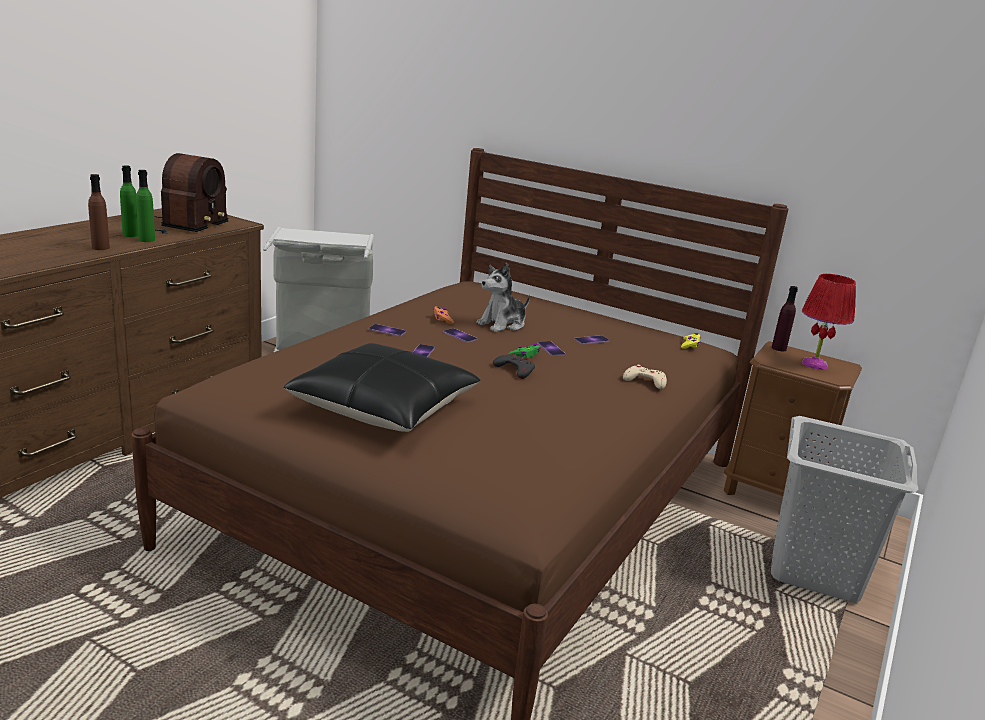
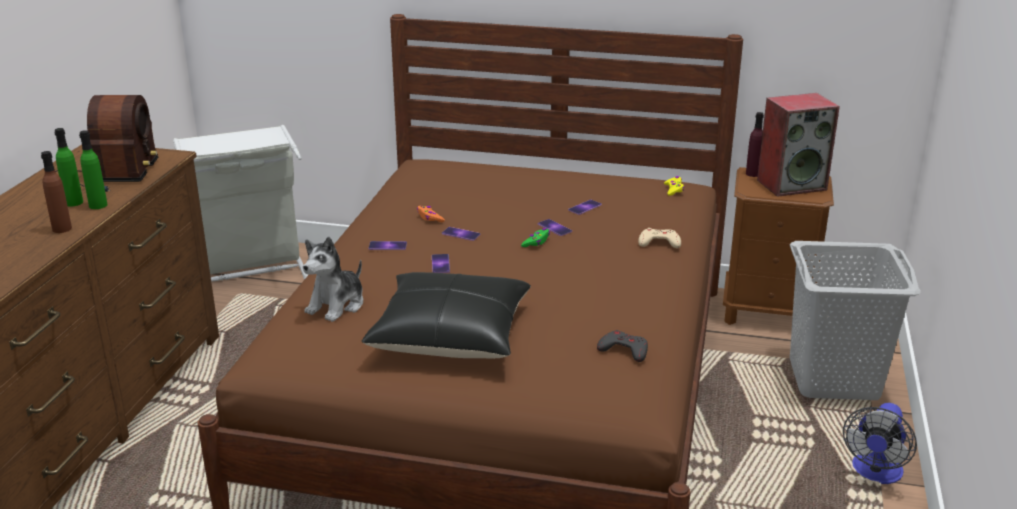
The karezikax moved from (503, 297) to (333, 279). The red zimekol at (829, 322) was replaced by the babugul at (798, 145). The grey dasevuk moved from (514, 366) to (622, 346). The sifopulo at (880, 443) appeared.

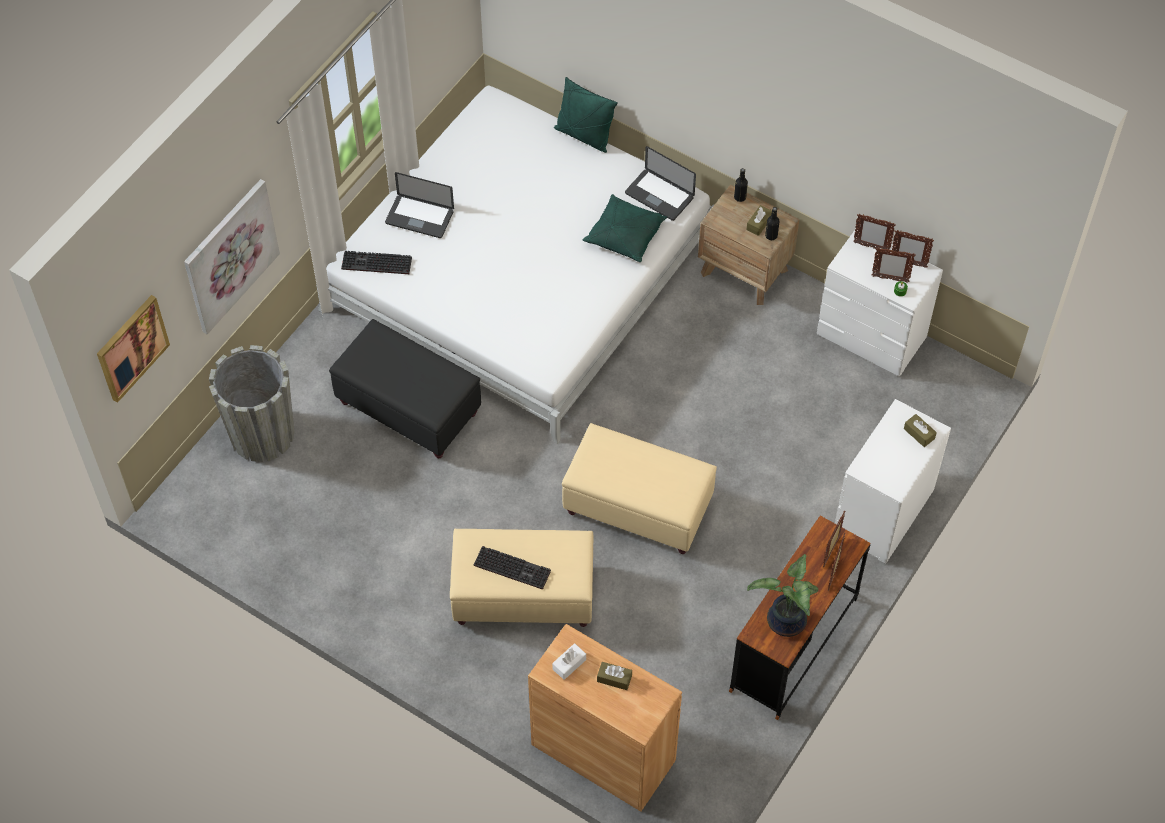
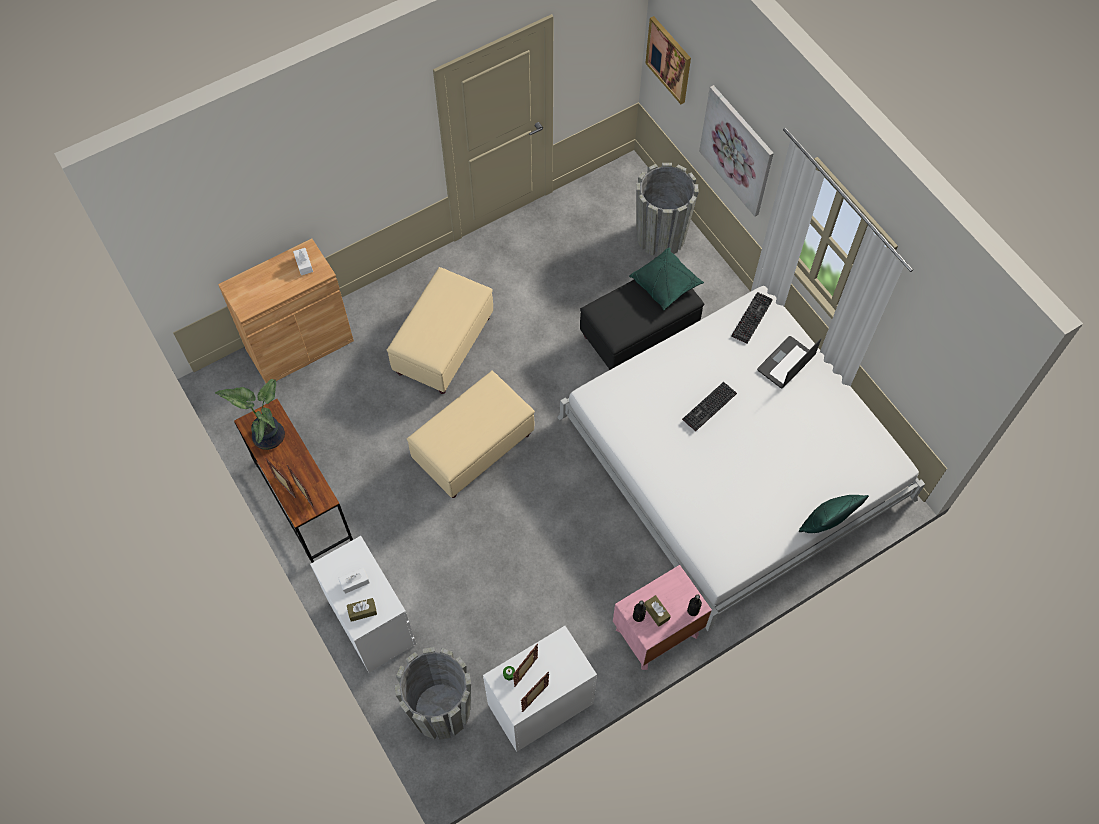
The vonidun at (660, 183) disappeared. The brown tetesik at (748, 245) became the pink tetesik at (662, 617). The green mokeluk moved from (625, 228) to (666, 279). The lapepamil at (874, 231) disappeared. The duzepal moved from (512, 568) to (709, 406). The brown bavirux at (614, 676) disappeared. The white bavirux at (354, 581) appeared. The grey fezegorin at (432, 693) appeared.

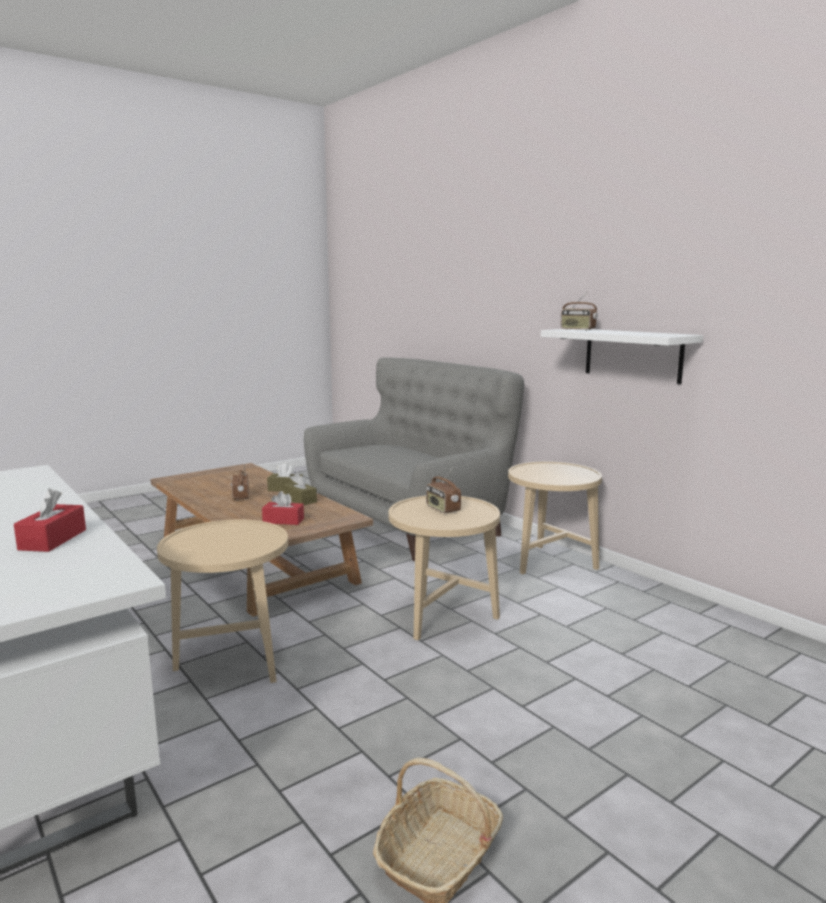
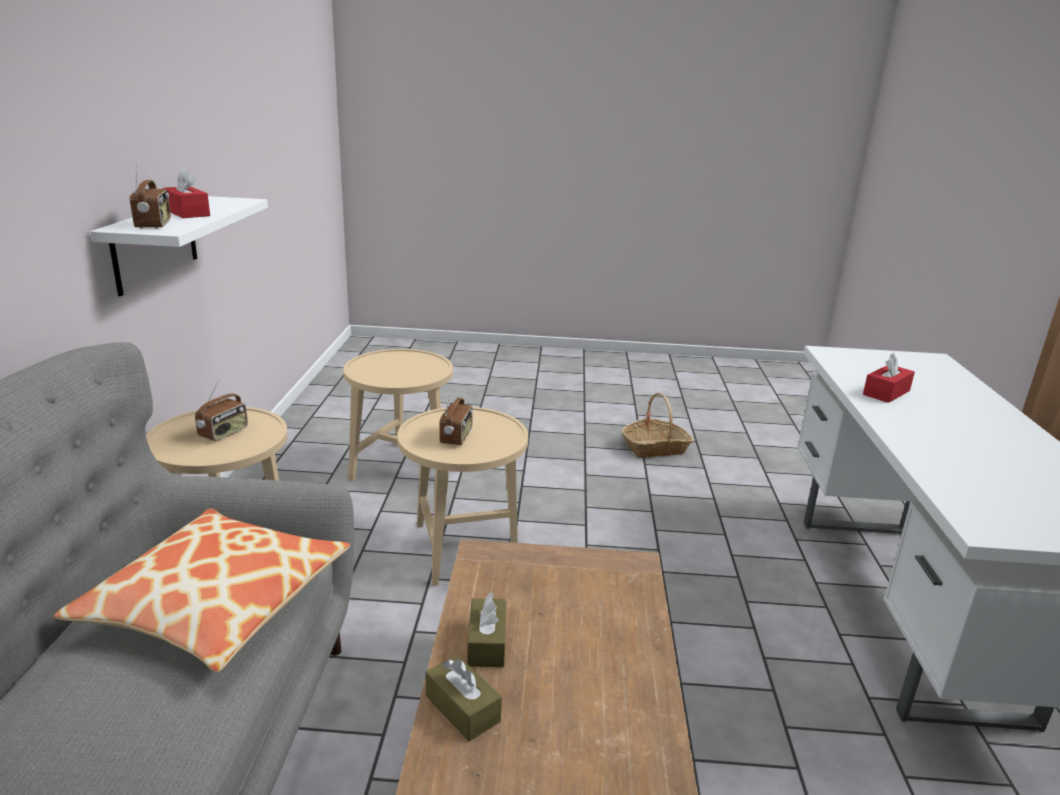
The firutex moved from (240, 482) to (221, 410). The red bavirux moved from (283, 508) to (186, 193). The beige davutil moved from (222, 601) to (398, 415). The mokeluk at (202, 590) appeared.

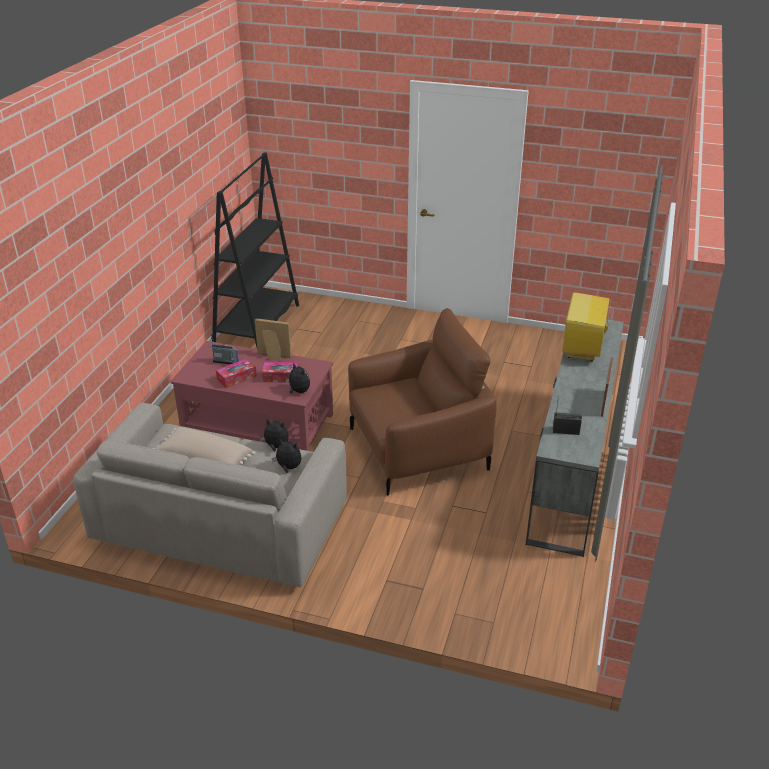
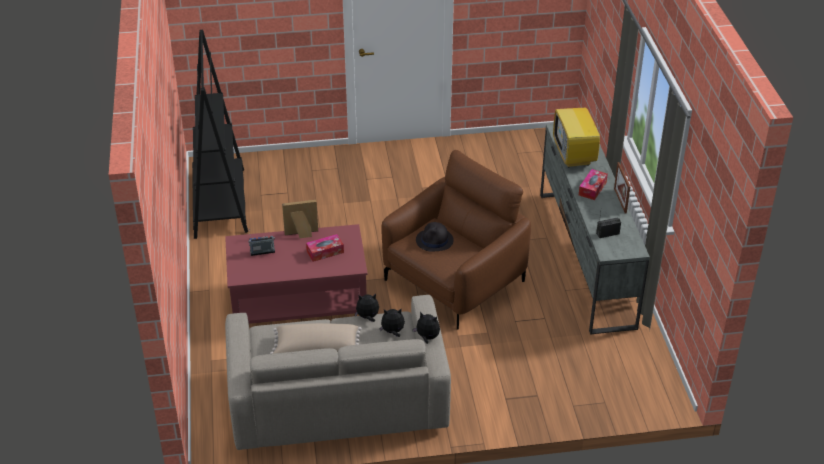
The bavirux moved from (236, 373) to (593, 184). The karezikax moved from (298, 379) to (426, 328). The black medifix at (435, 236) appeared.

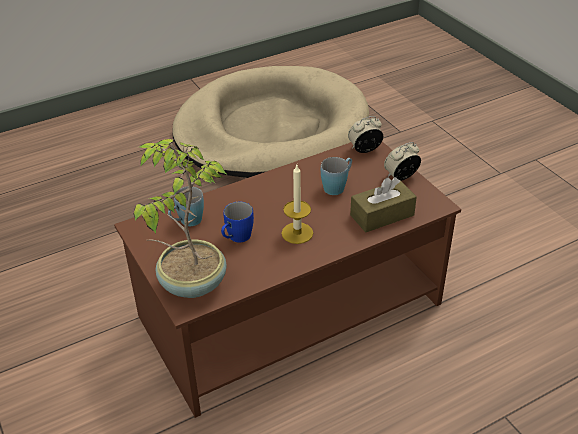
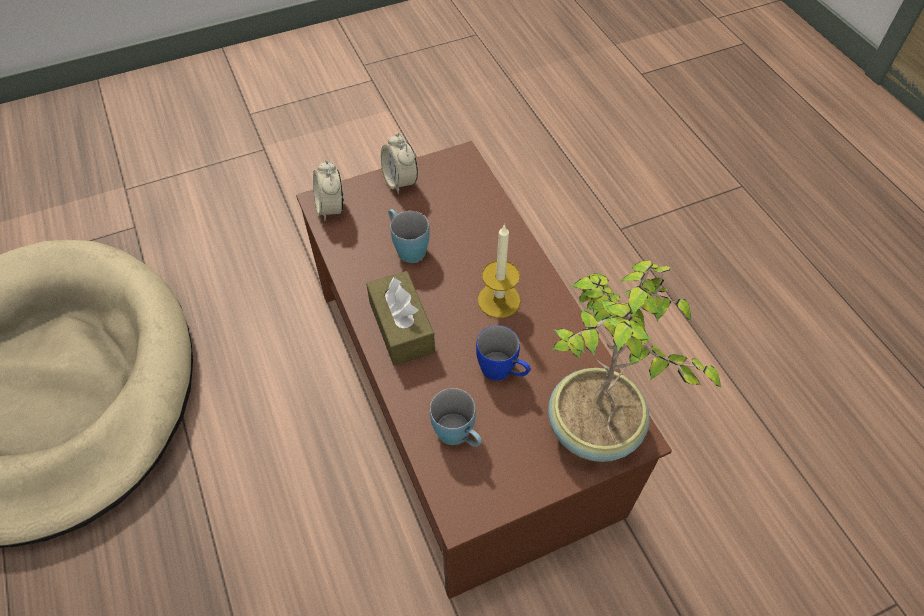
The brown bavirux moved from (383, 204) to (400, 318).

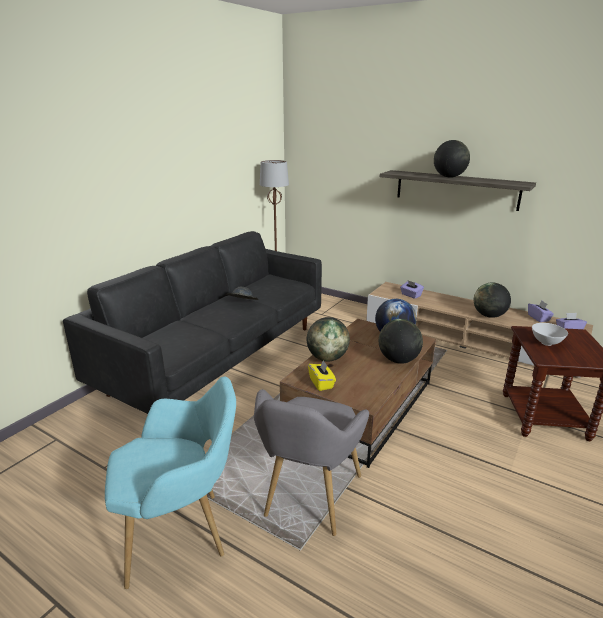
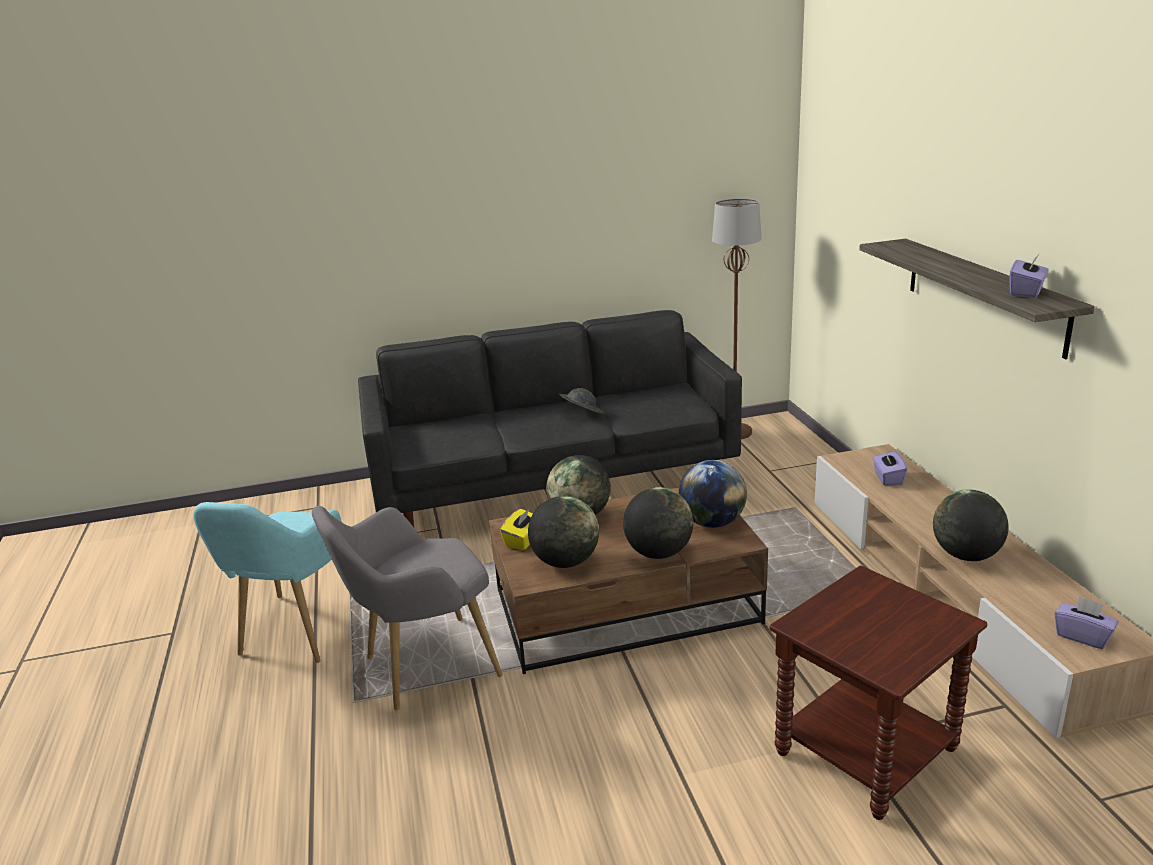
The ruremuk moved from (452, 159) to (563, 532). The purple bavirux moved from (541, 311) to (1029, 275). The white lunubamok at (550, 334) disappeared. The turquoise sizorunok at (170, 483) turned 75 degrees clockwise.

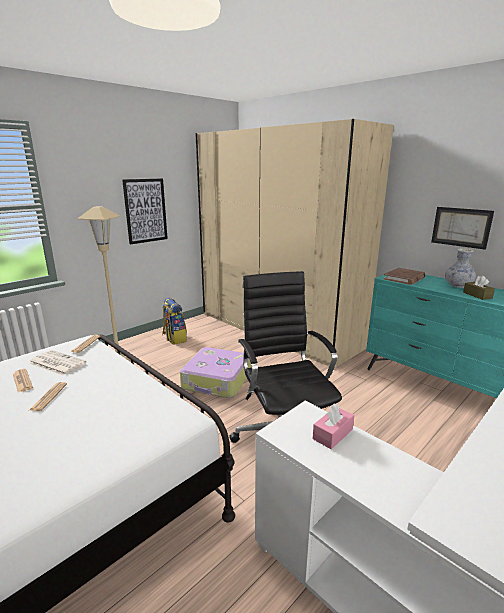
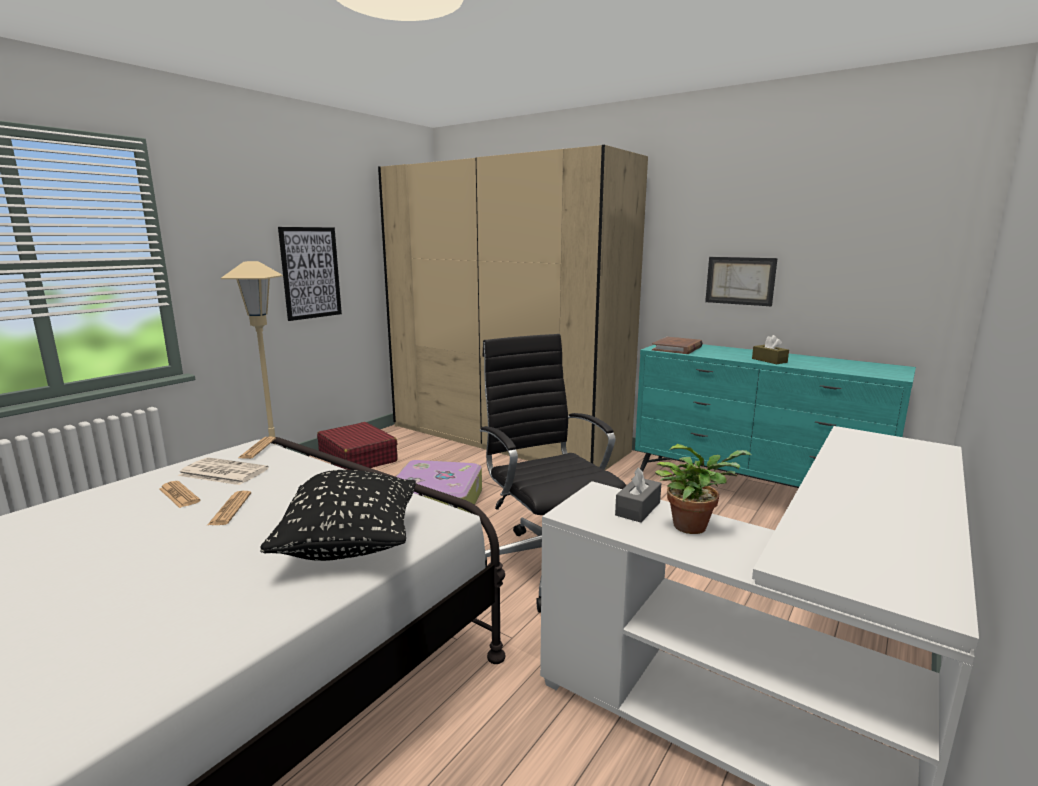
The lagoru at (460, 268) disappeared. The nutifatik at (174, 321) was replaced by the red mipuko at (357, 446). The pink bavirux at (333, 426) became the grey bavirux at (638, 495). The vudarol at (703, 489) appeared. The black mokeluk at (338, 515) appeared.

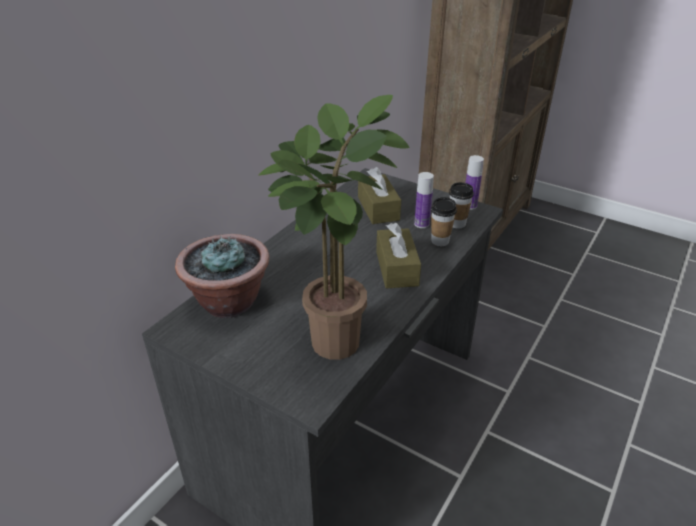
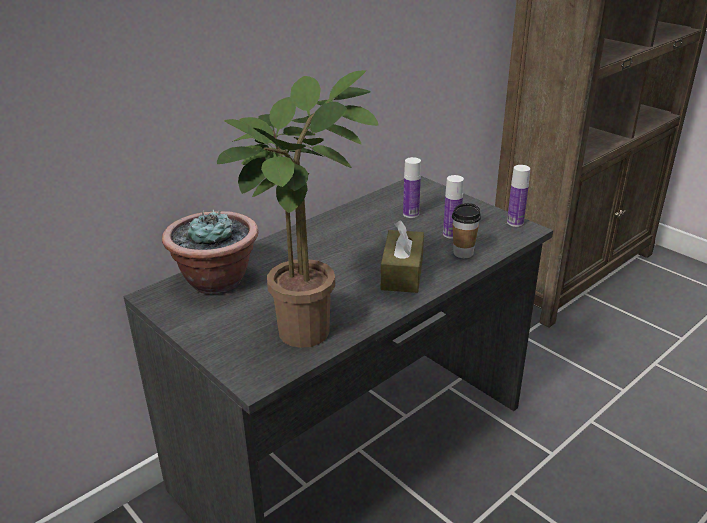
The brown bavirux at (379, 195) was replaced by the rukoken at (412, 187). The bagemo at (461, 205) disappeared.

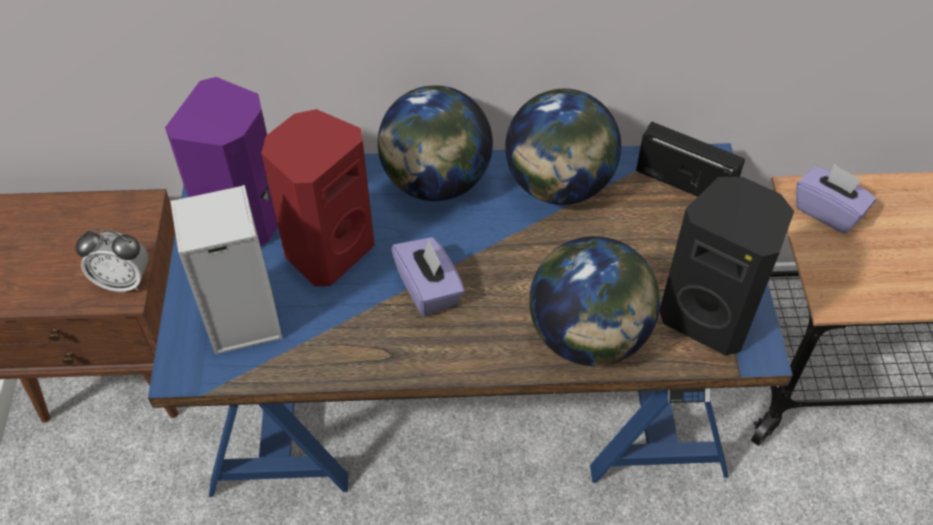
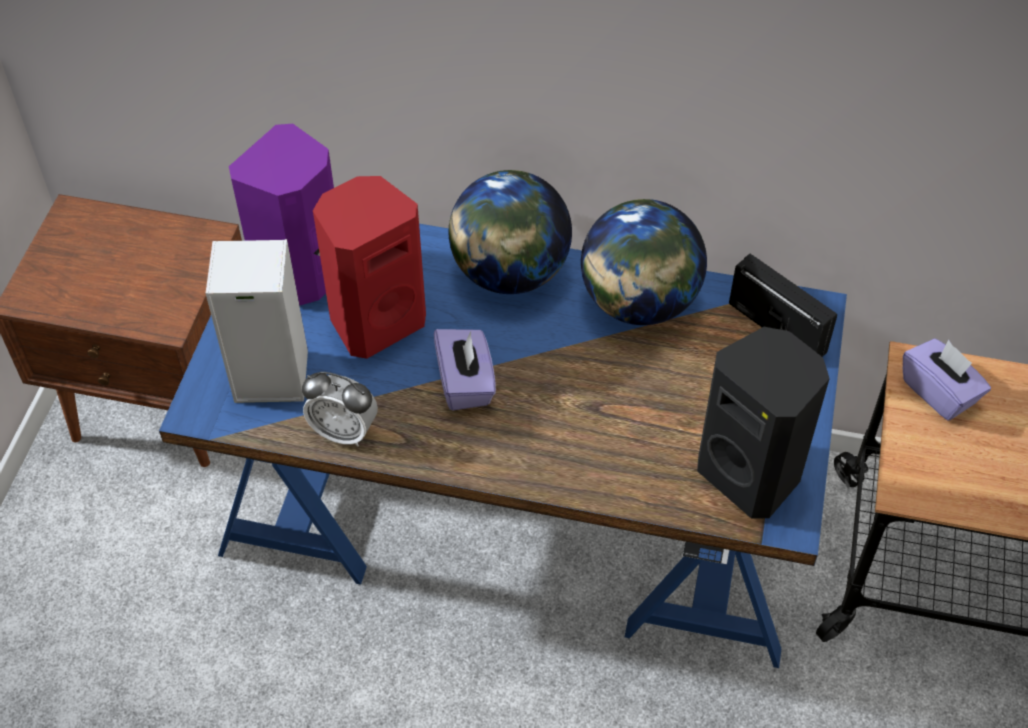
The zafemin moved from (112, 260) to (340, 409). The ruremuk at (594, 301) disappeared.

